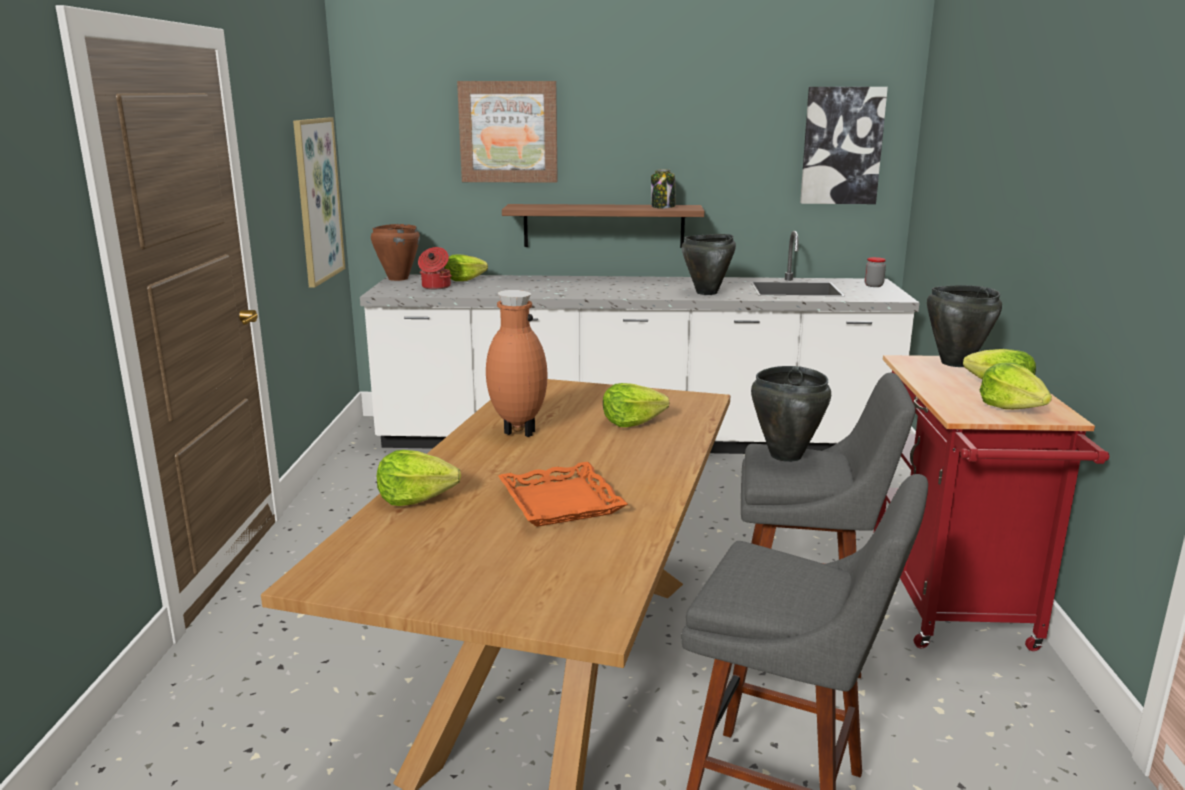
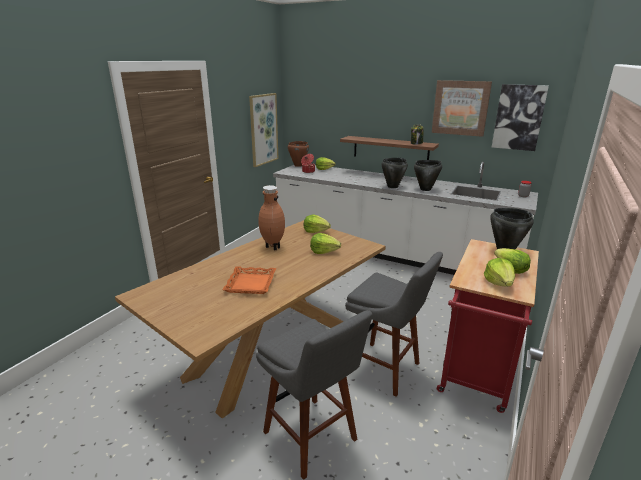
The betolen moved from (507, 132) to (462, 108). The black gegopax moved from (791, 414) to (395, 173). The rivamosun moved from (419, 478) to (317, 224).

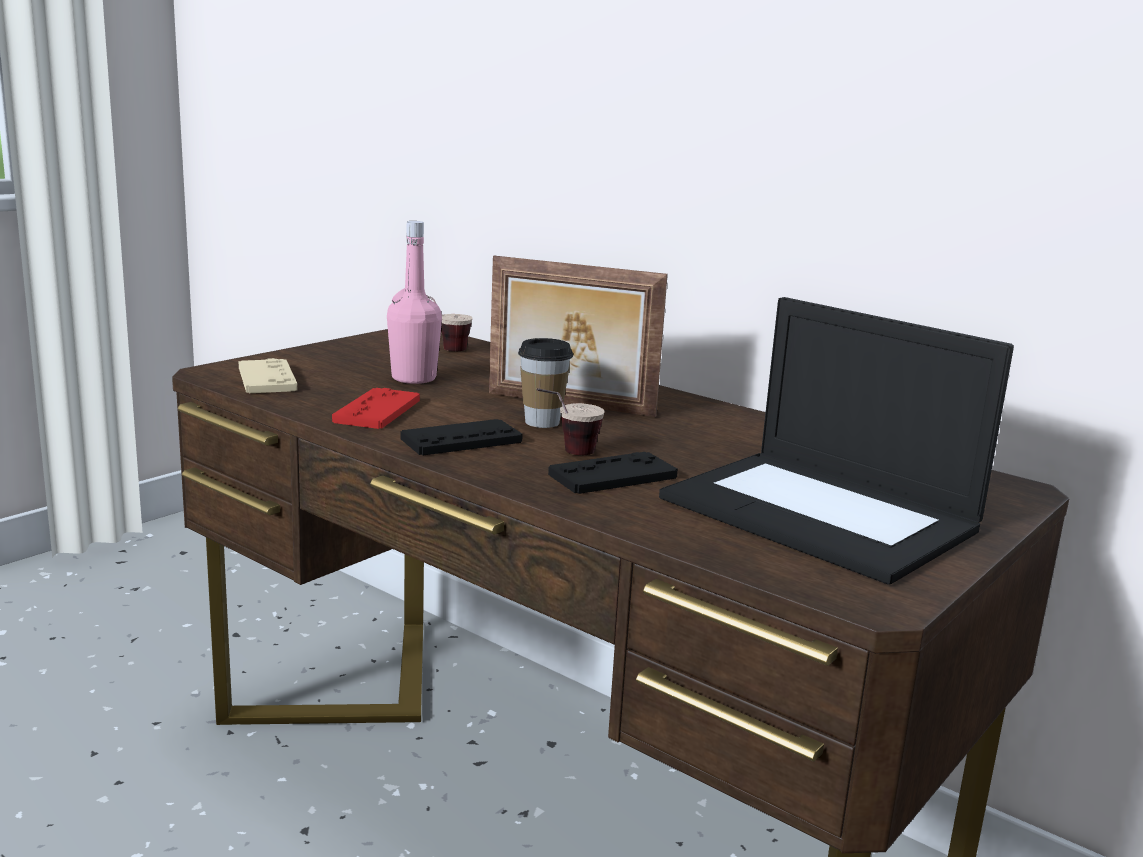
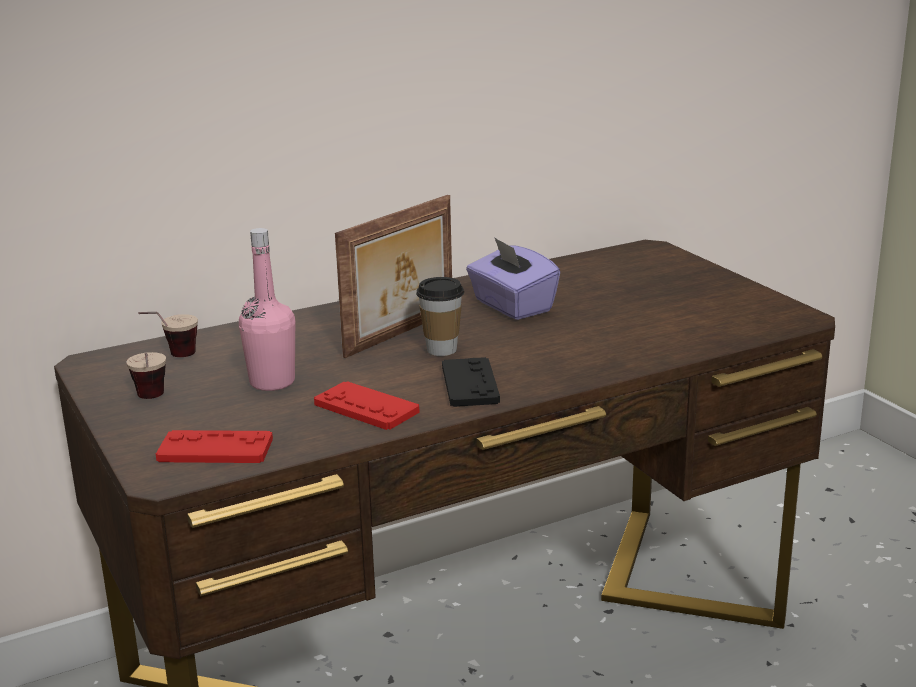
The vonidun at (836, 441) disappeared. The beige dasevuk at (267, 375) became the red dasevuk at (214, 446). The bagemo moved from (570, 421) to (146, 375). The black dasevuk at (613, 473) disappeared. The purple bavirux at (513, 278) appeared.

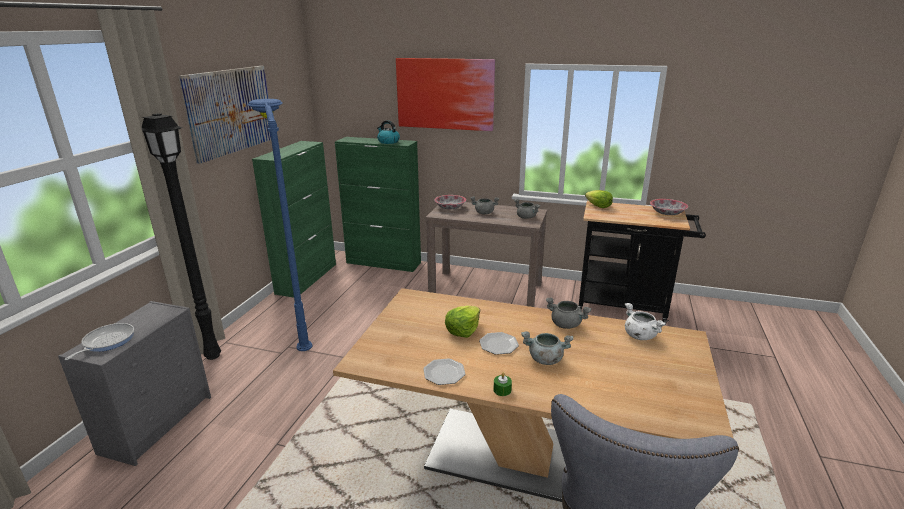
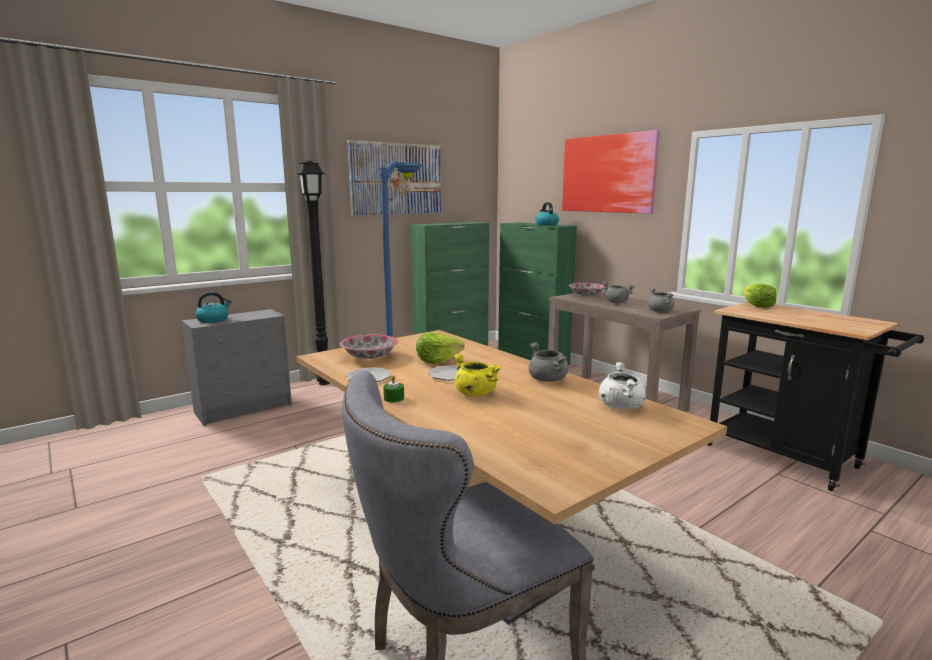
The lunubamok moved from (669, 207) to (369, 347). The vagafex at (99, 341) was replaced by the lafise at (213, 307). The grey gegopax at (547, 348) became the yellow gegopax at (477, 375).

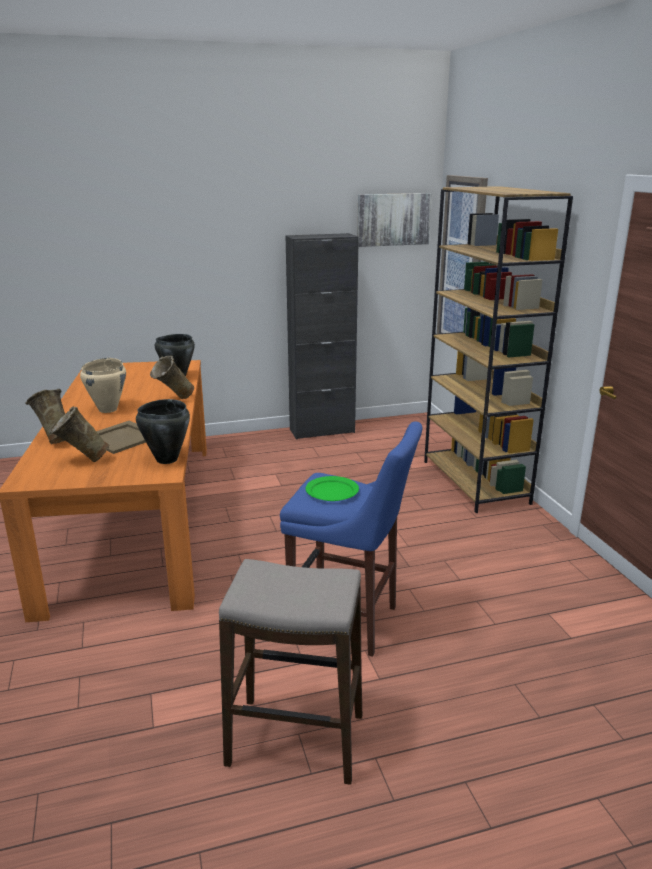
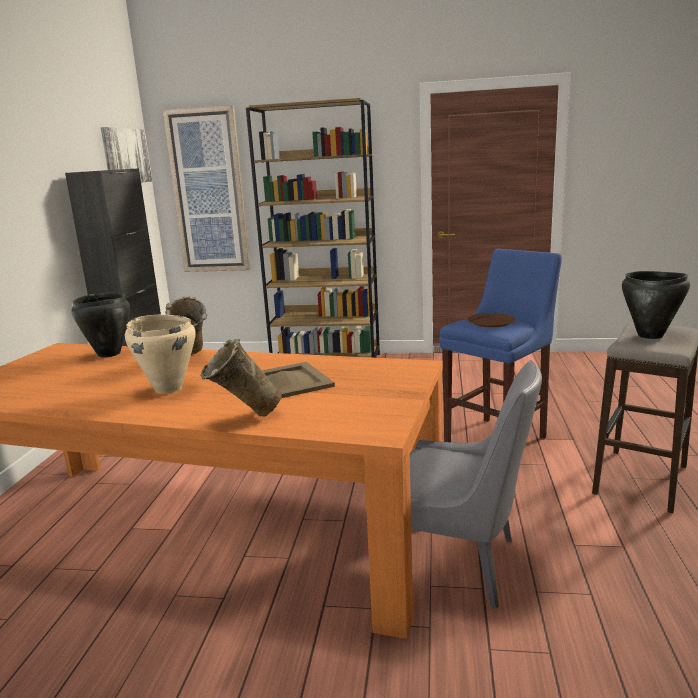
The black gegopax moved from (163, 431) to (656, 305). The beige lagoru at (79, 434) disappeared. The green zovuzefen at (332, 488) became the brown zovuzefen at (492, 320). The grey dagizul at (476, 484) appeared.

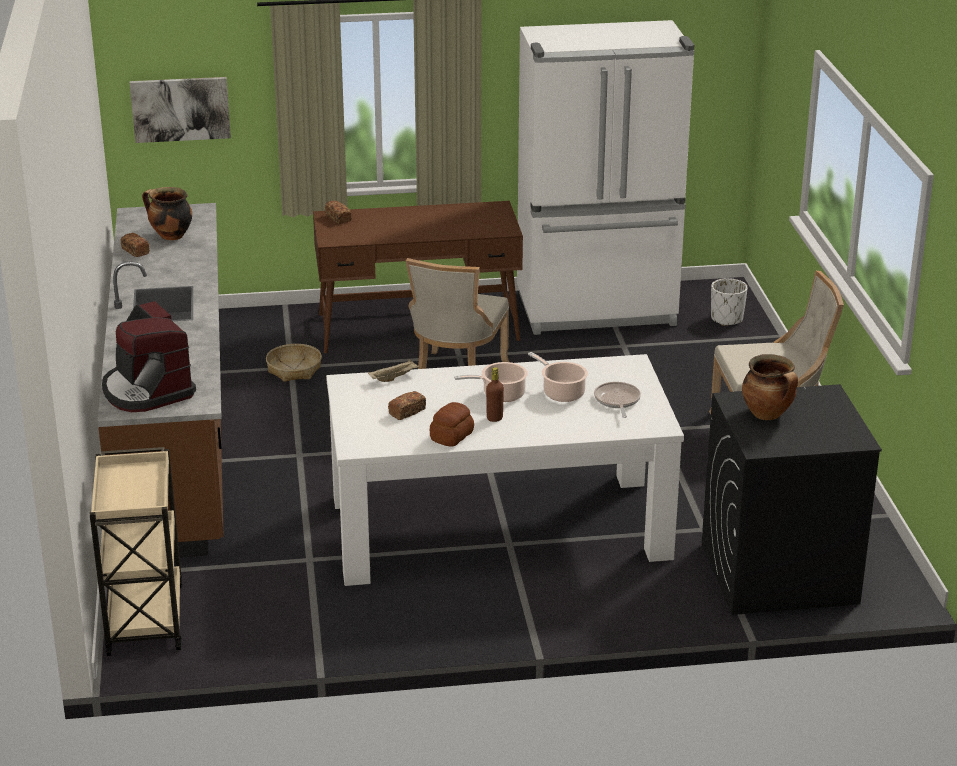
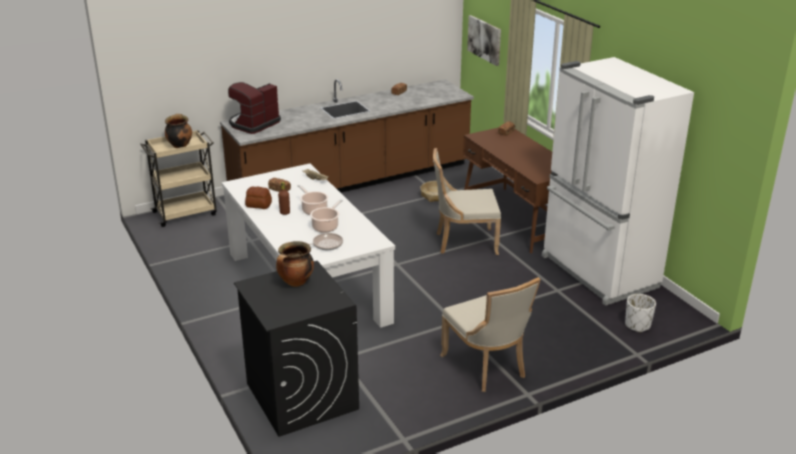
The gegopax moved from (167, 213) to (178, 131).

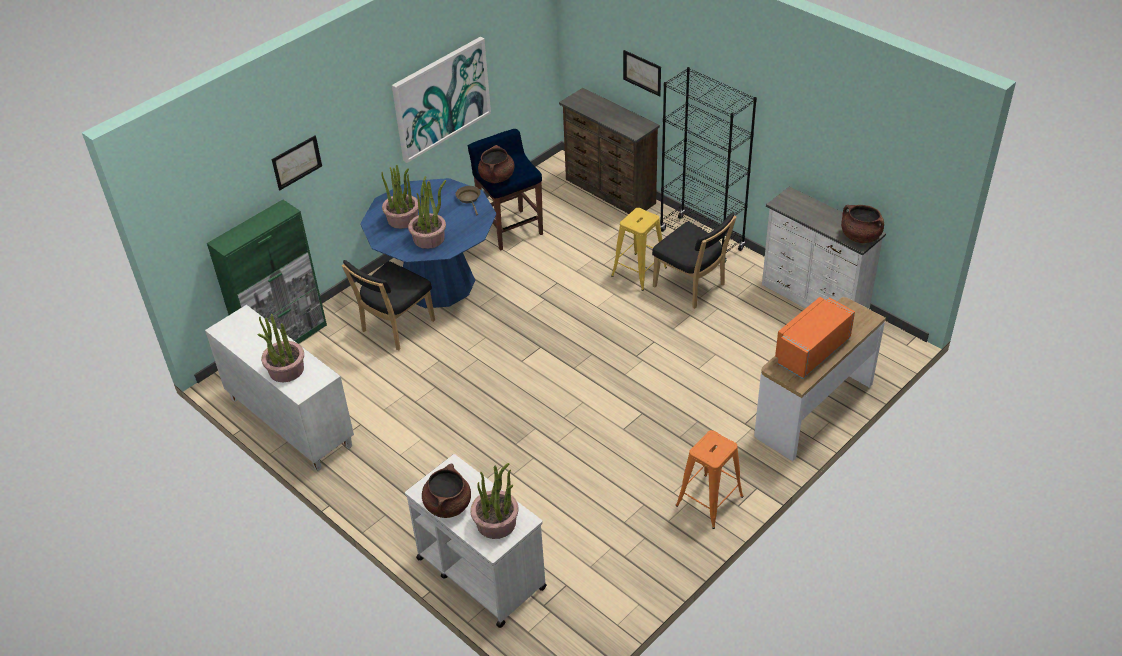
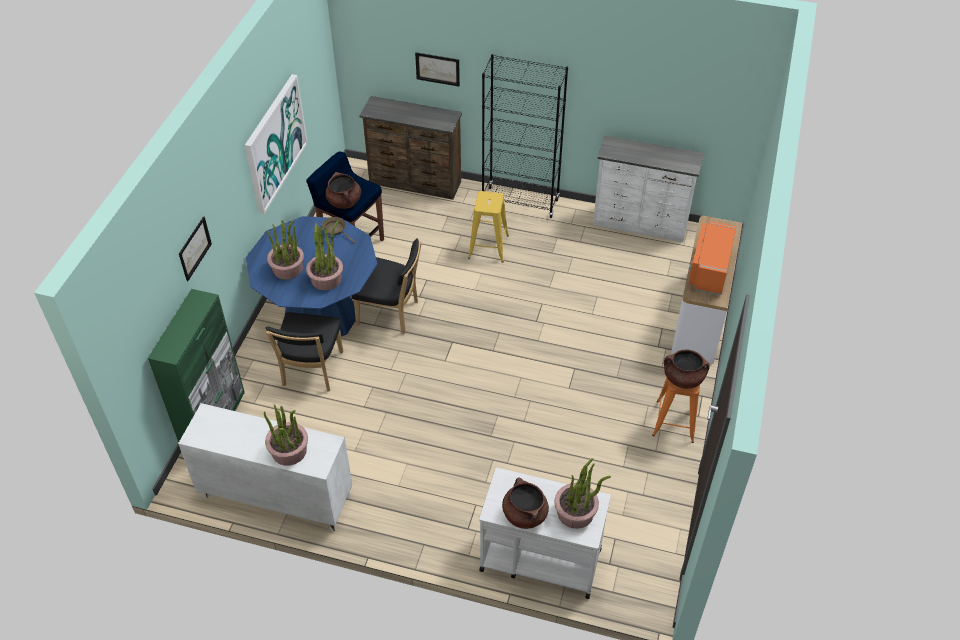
The brown gegopax moved from (862, 224) to (687, 369). The black dagizul moved from (694, 260) to (386, 286).

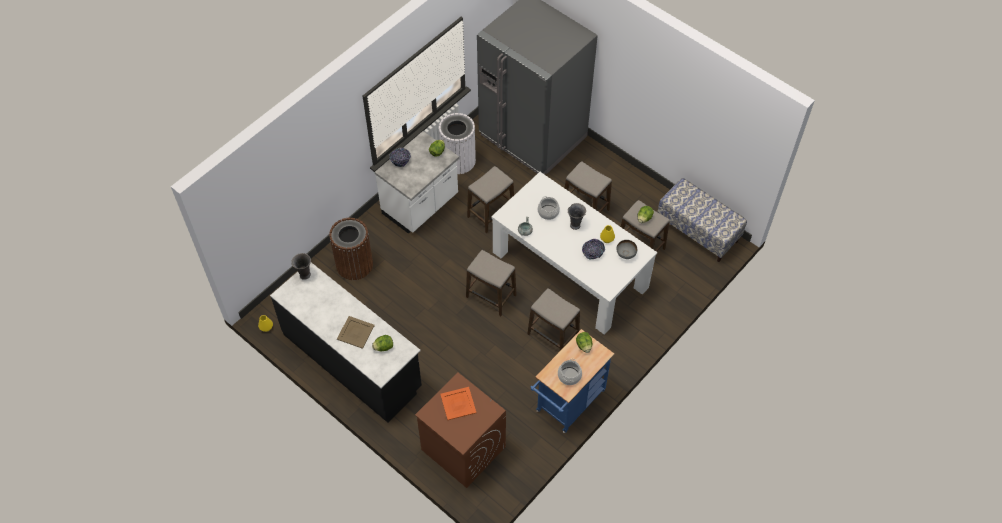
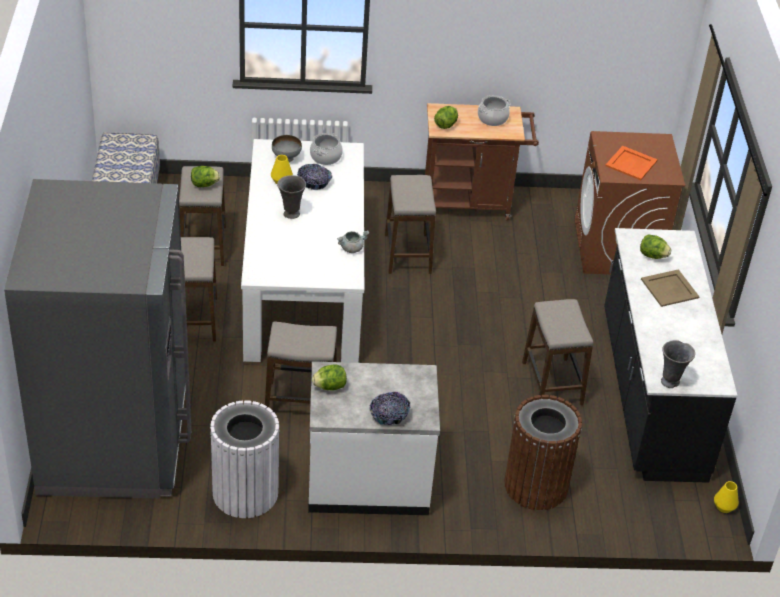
The gegopax moved from (549, 208) to (326, 149). The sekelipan moved from (491, 283) to (557, 352). The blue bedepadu at (572, 381) became the brown bedepadu at (482, 162).

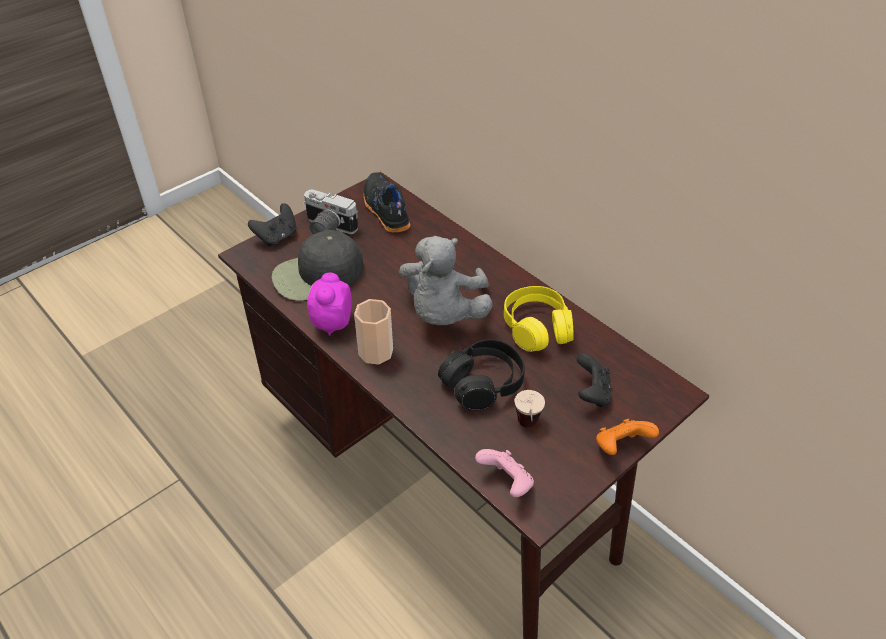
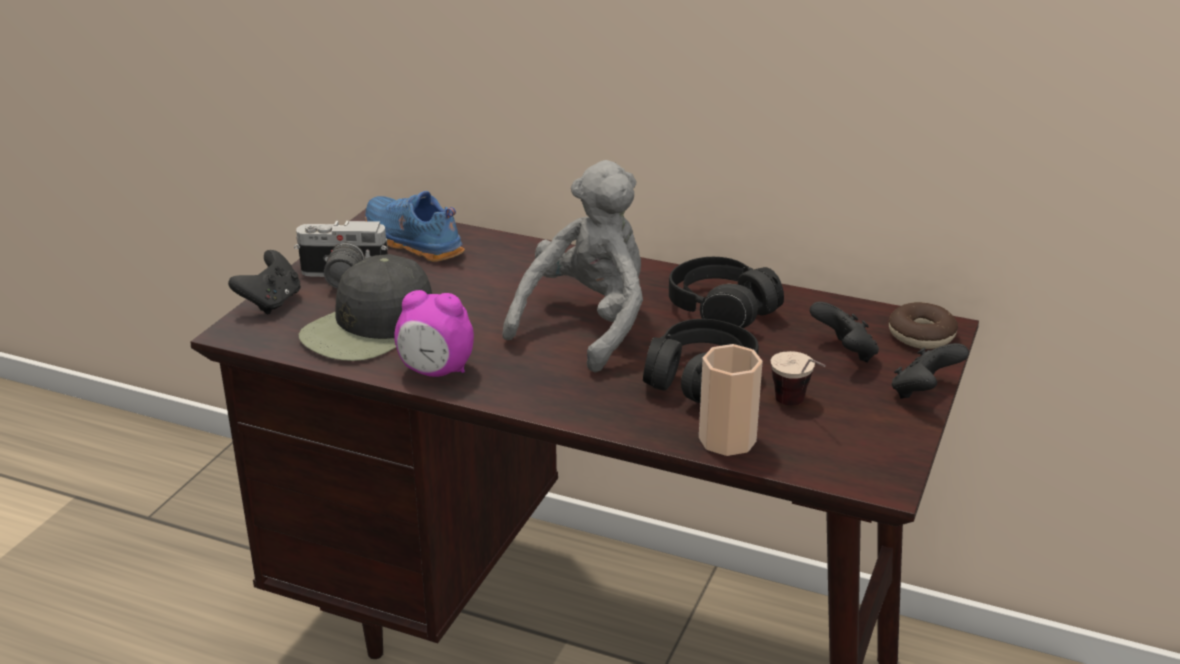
The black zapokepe at (387, 202) became the blue zapokepe at (415, 226). The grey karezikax at (446, 280) turned 135 degrees counterclockwise. The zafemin at (329, 304) turned 60 degrees counterclockwise. The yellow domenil at (539, 319) became the black domenil at (726, 292). The bagemo moved from (373, 332) to (731, 400). The orange dasevuk at (627, 437) became the black dasevuk at (930, 371). The pink dasevuk at (504, 473) disappeared. The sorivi at (923, 325) appeared.

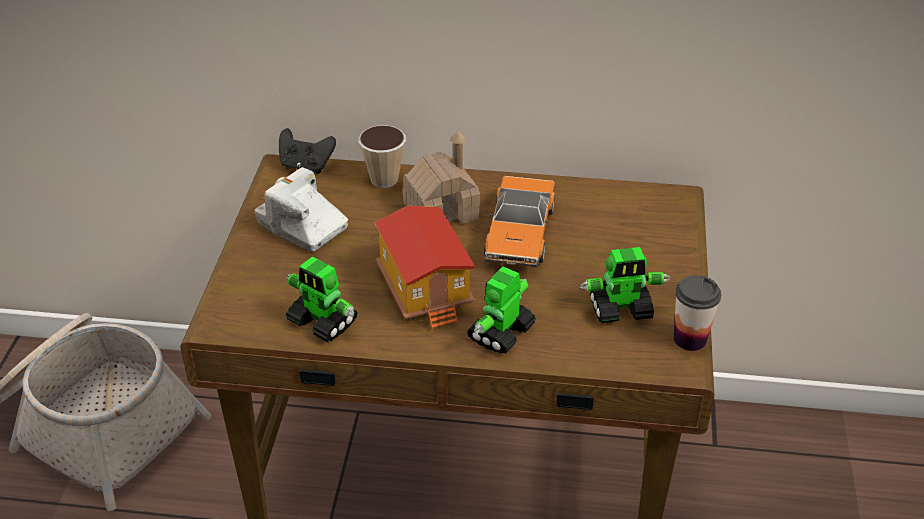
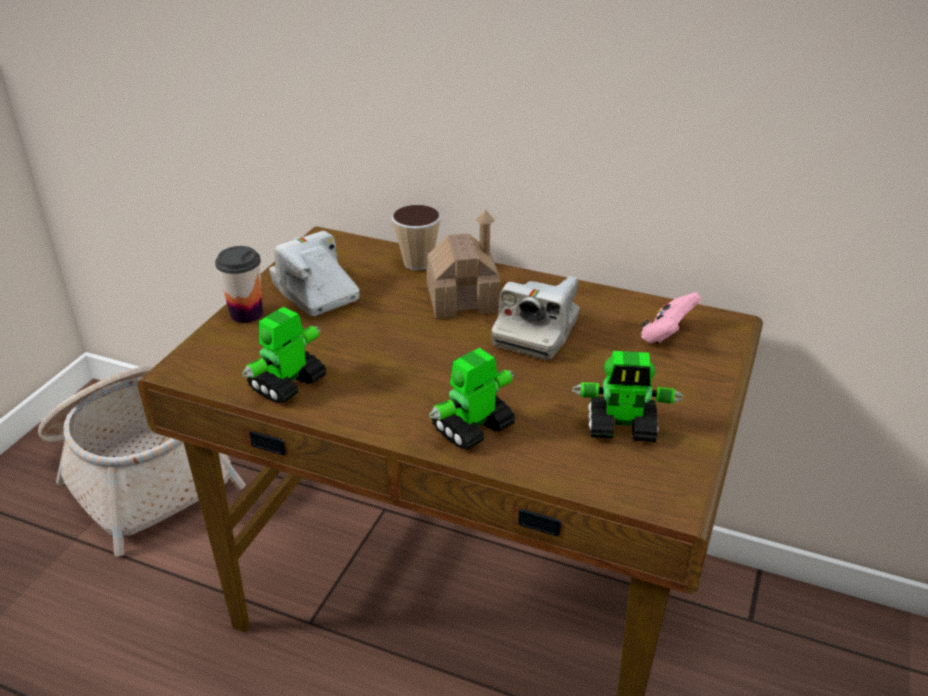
The black dasevuk at (307, 151) disappeared. The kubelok at (519, 221) was replaced by the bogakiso at (535, 318). The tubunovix at (424, 267) disappeared. The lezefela at (321, 299) turned 75 degrees clockwise. The bagemo moved from (697, 313) to (239, 284). The pink dasevuk at (671, 317) appeared.

